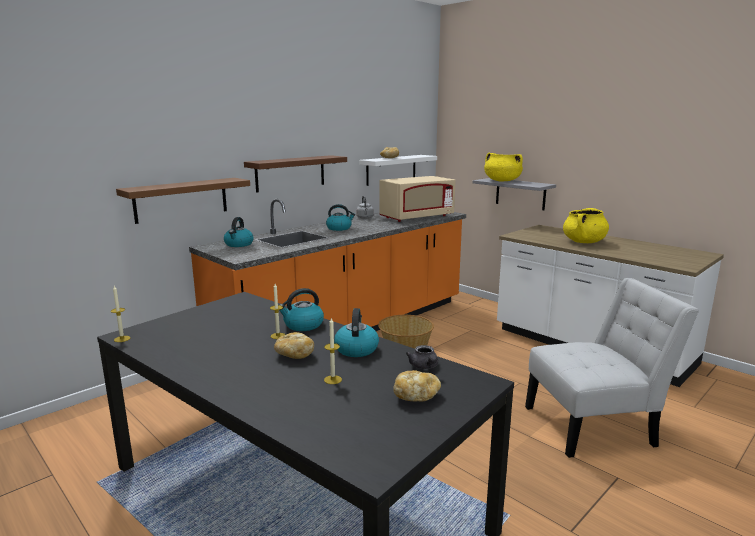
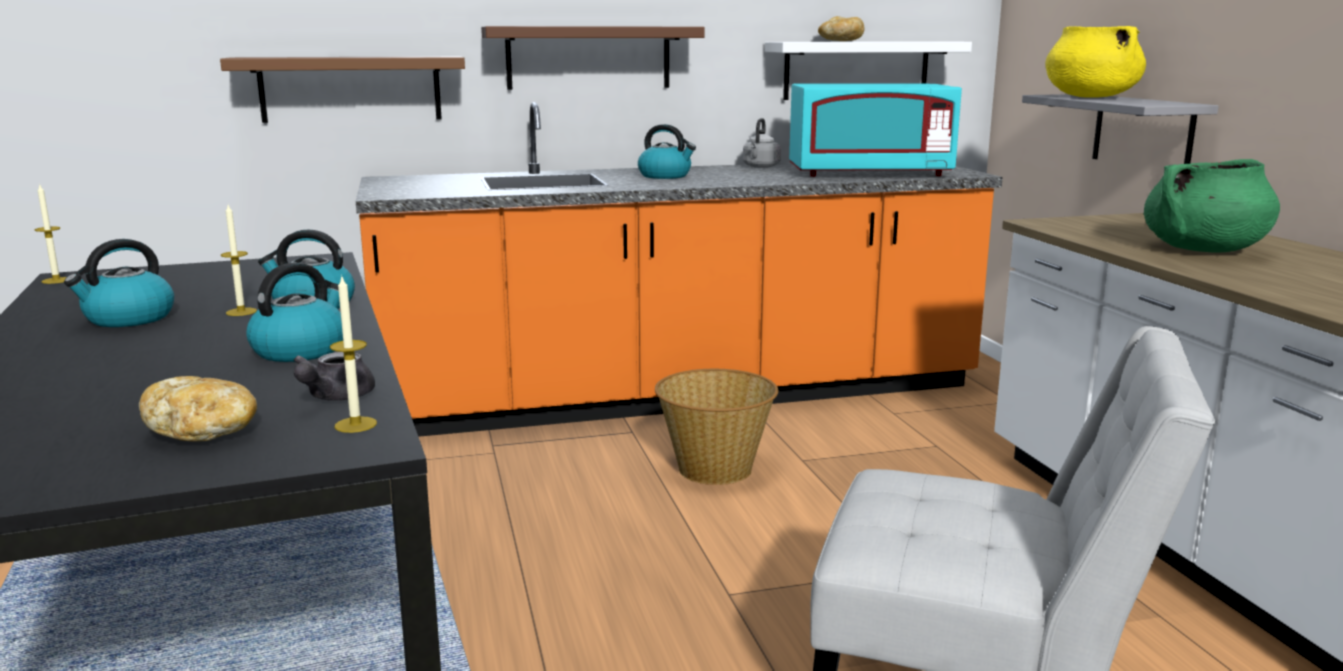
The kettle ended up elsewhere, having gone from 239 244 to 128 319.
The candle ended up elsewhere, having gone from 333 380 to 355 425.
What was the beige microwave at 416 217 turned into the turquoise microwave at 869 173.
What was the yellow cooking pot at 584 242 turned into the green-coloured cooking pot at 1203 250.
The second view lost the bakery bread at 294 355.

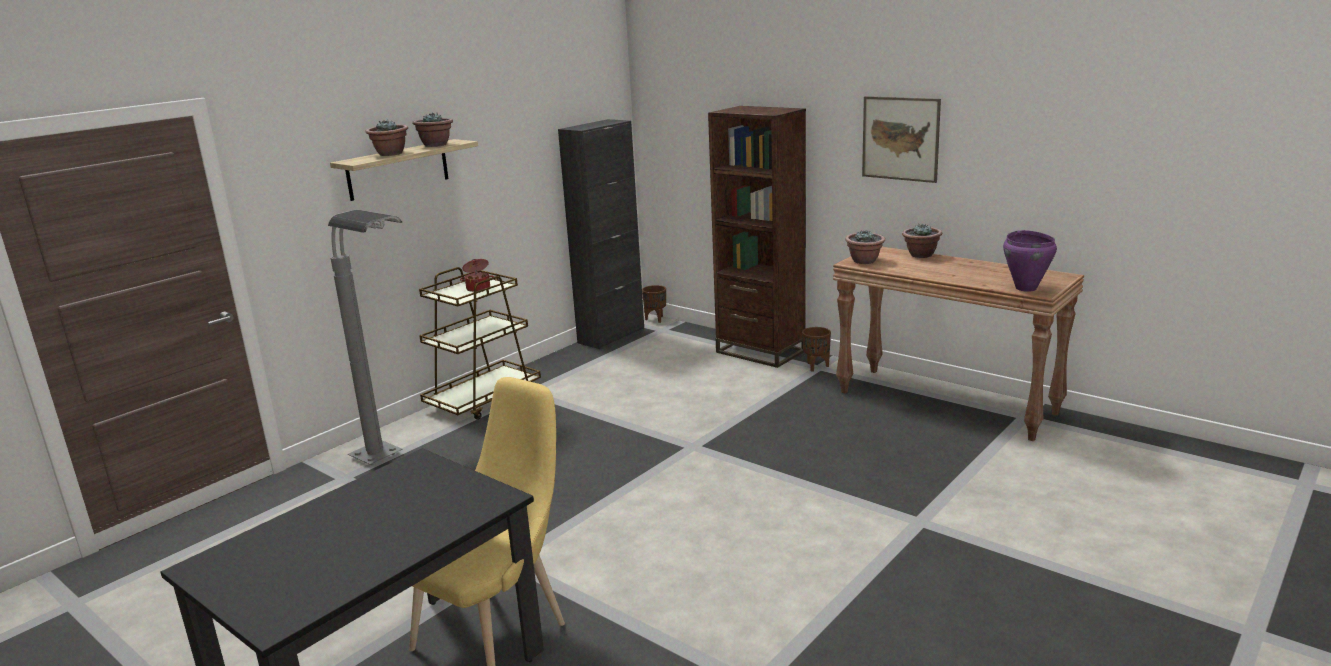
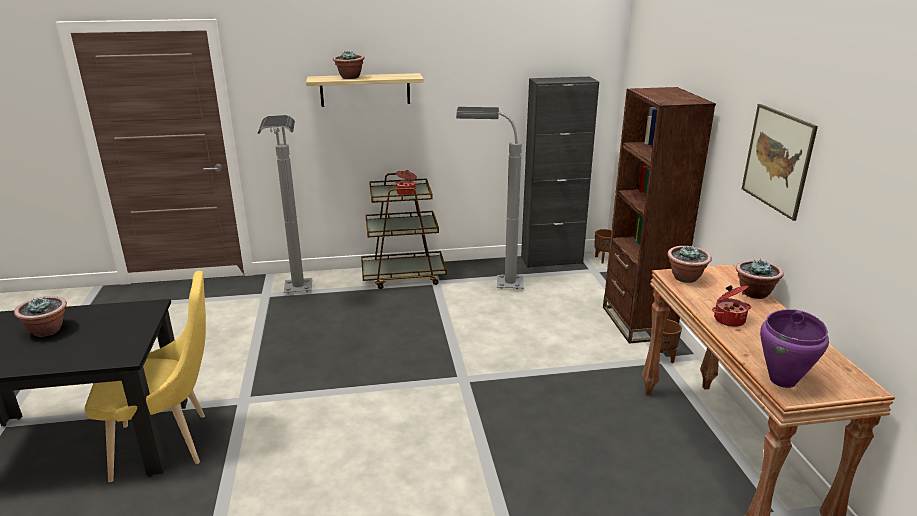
The potted plant ended up elsewhere, having gone from 435 145 to 48 330.
The second view gained the gray standing lamp at 490 284.
The second view gained the cooking pot at 728 319.

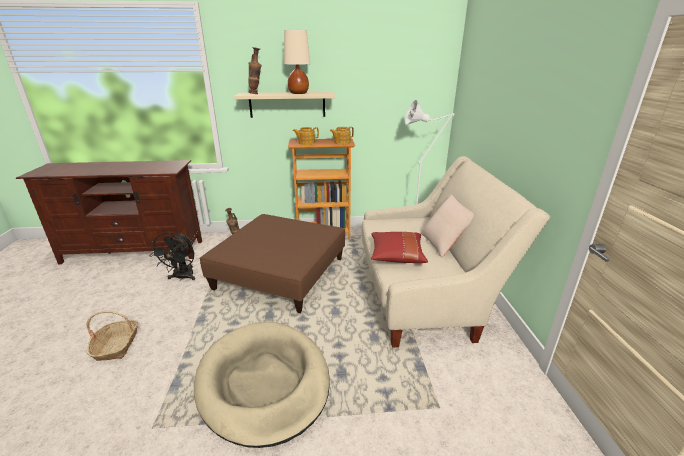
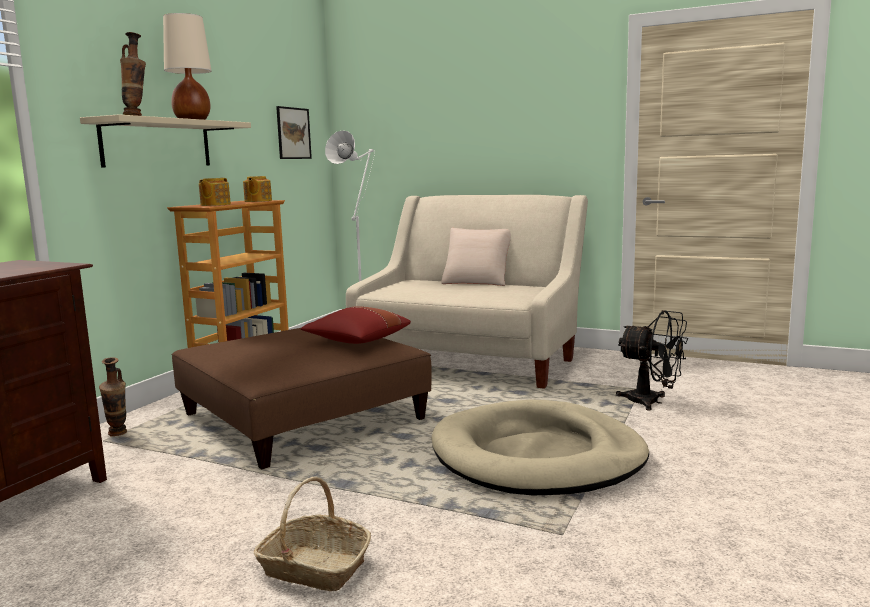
The second view gained the wall art at 293 133.
The red pillow ended up elsewhere, having gone from 396 256 to 356 341.
The blackish fan ended up elsewhere, having gone from 182 277 to 652 402.

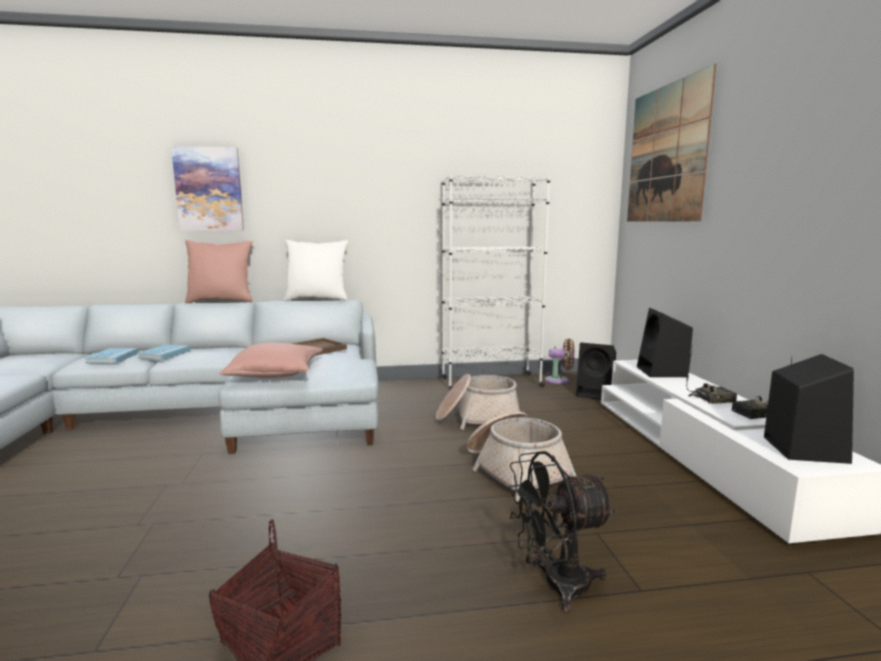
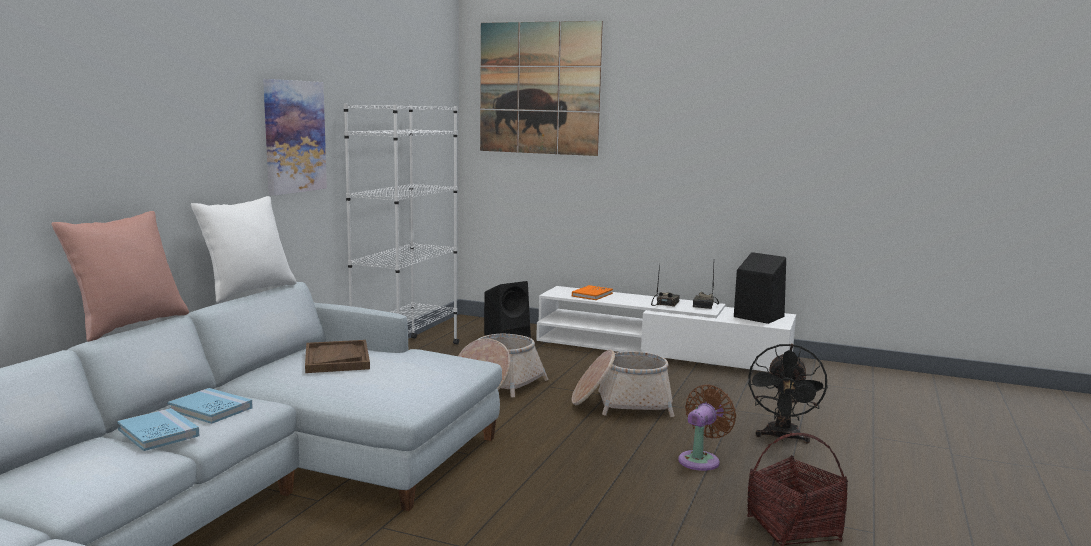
The bluish bound book ended up elsewhere, having gone from 113 358 to 210 409.
The wall art ended up elsewhere, having gone from 209 189 to 294 136.
Where the blackish speaker stood at 662 372, the orangey bound book came to stand at 592 295.
The brown fan ended up elsewhere, having gone from 559 380 to 701 460.
The second view lost the pinkish pillow at 276 373.

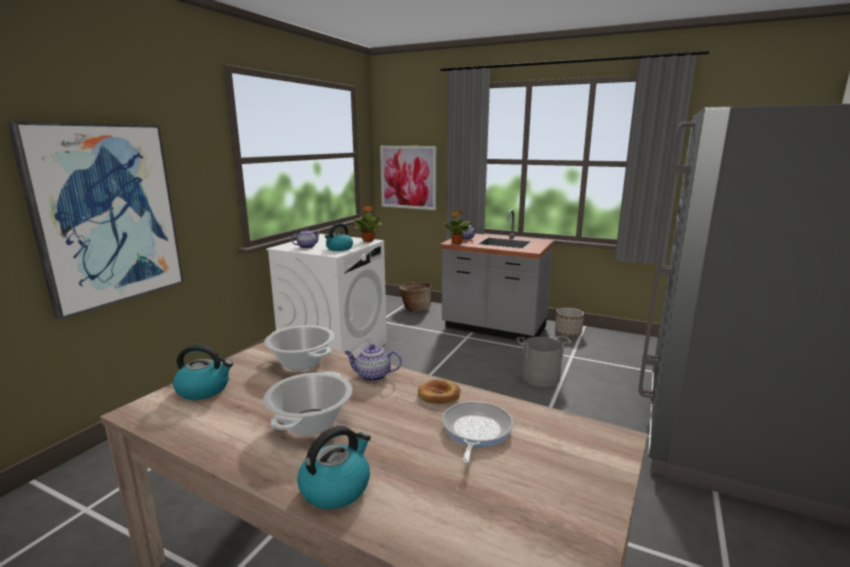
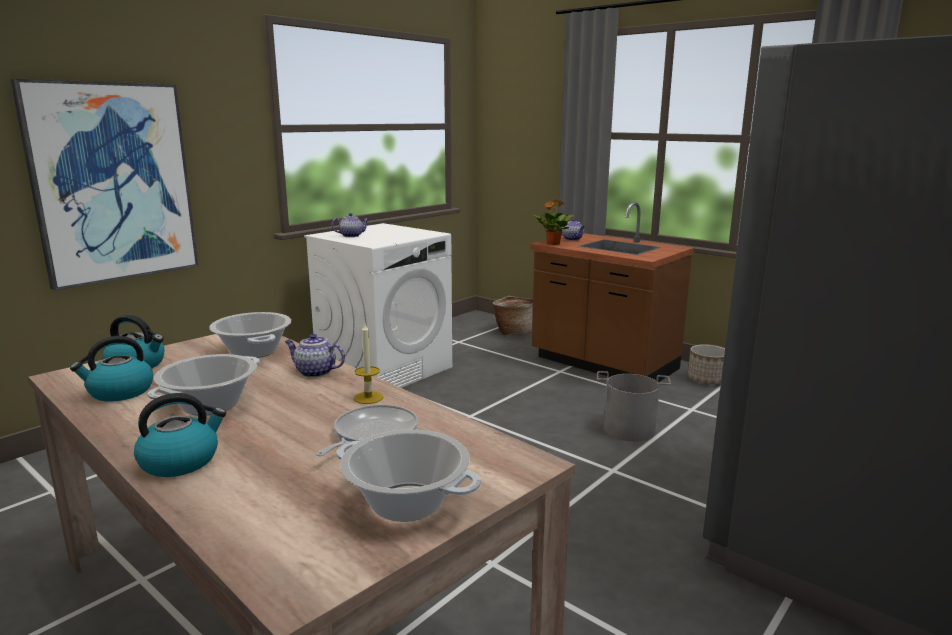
The kettle ended up elsewhere, having gone from 339 249 to 120 392.
The second view gained the cooking pot at 406 503.
Where the bakery bread stood at 439 395, the candle came to stand at 368 397.
What was the gray counter at 494 328 turned into the brown counter at 603 364.
The second view lost the potted plant at 368 241.
The second view lost the wall art at 408 177.

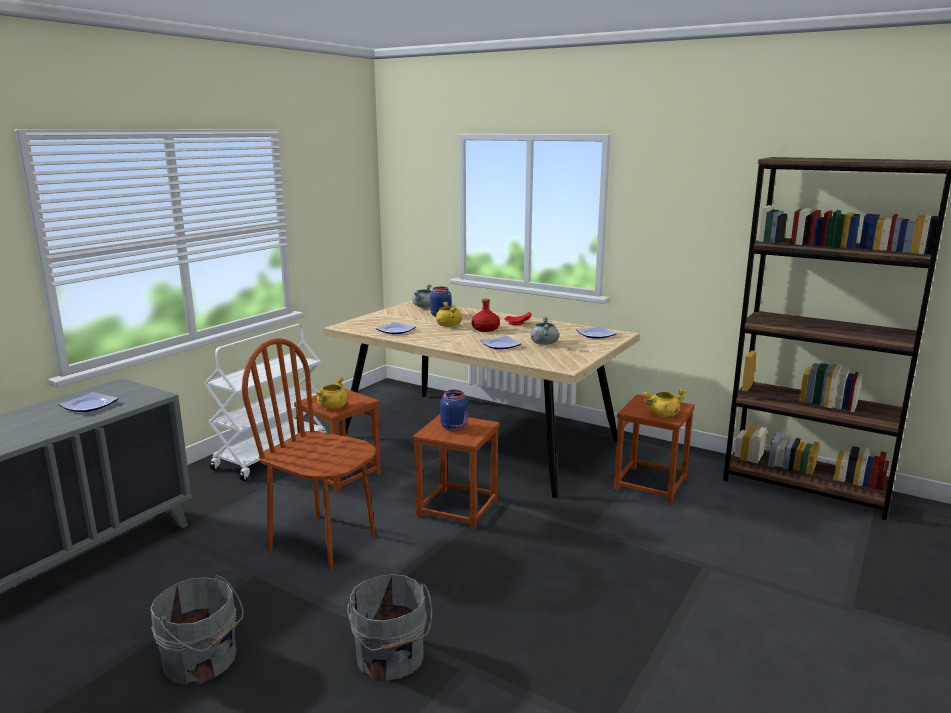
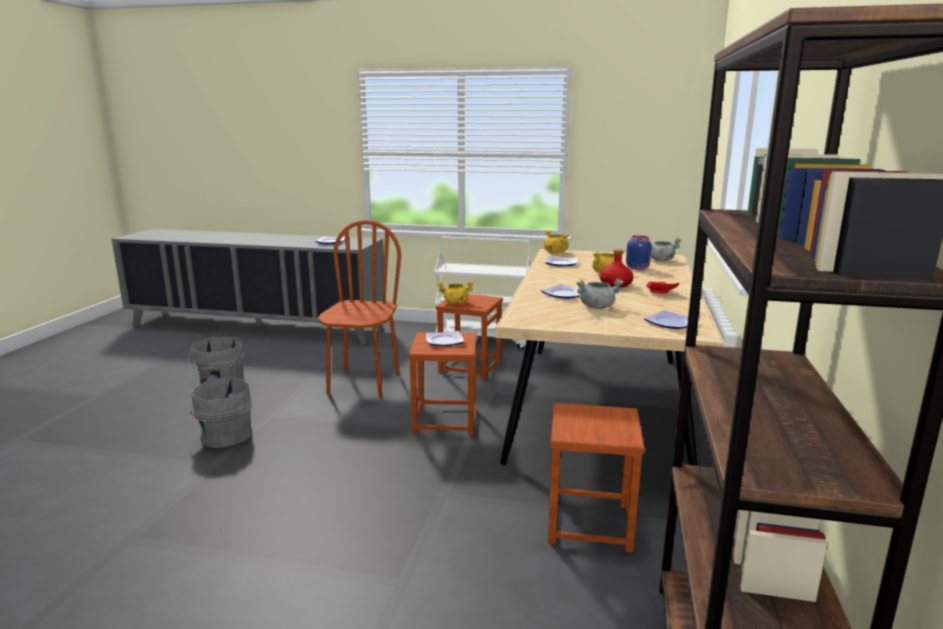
Where the bluish jar stood at 455 427, the dinner plate came to stand at 445 341.
The yellow cooking pot ended up elsewhere, having gone from 663 415 to 555 252.

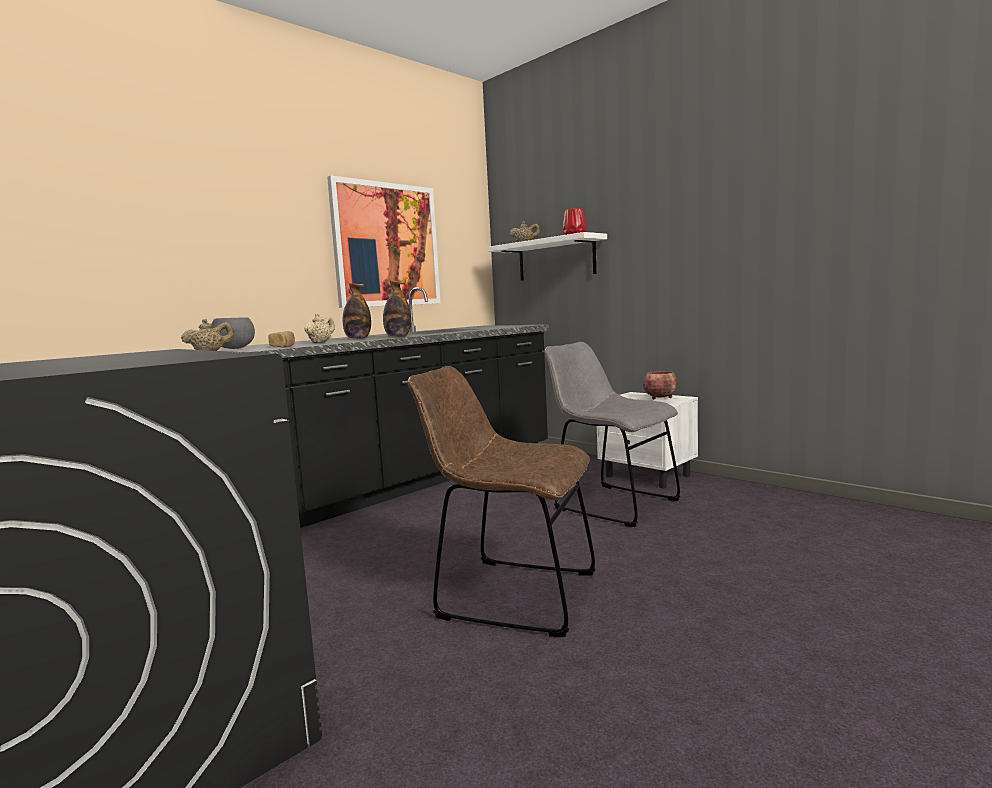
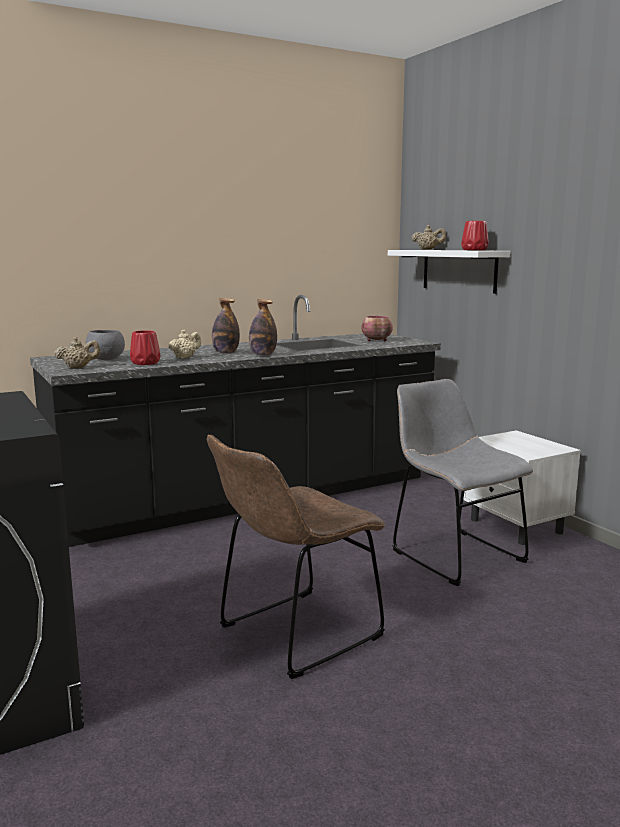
Where the bakery bread stood at 283 346, the red vase came to stand at 146 363.
The brown chair at 509 594 ended up facing another way, 75 degrees counterclockwise from before.
The bowl ended up elsewhere, having gone from 661 398 to 377 340.
The second view lost the wall art at 386 245.

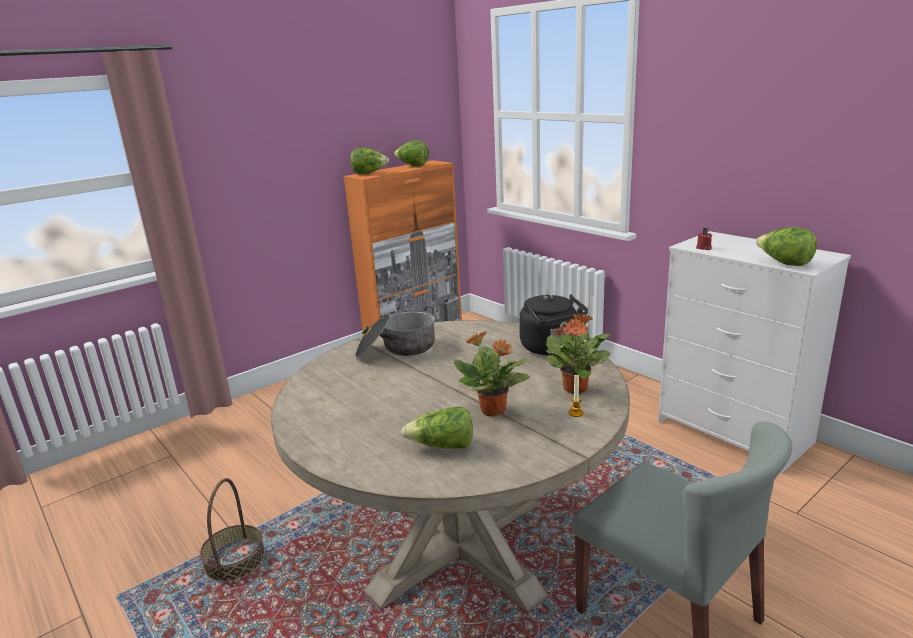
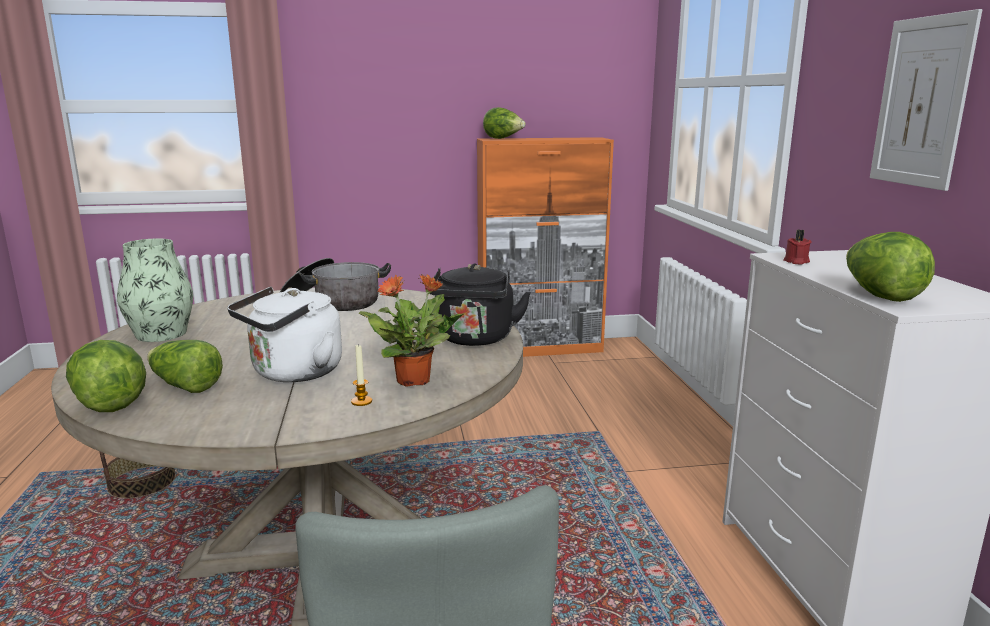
The lettuce head ended up elsewhere, having gone from 412 166 to 110 403.
The second view gained the vase at 161 334.
Where the potted plant stood at 493 411, the whitish kettle came to stand at 293 373.
The second view gained the wall art at 921 102.

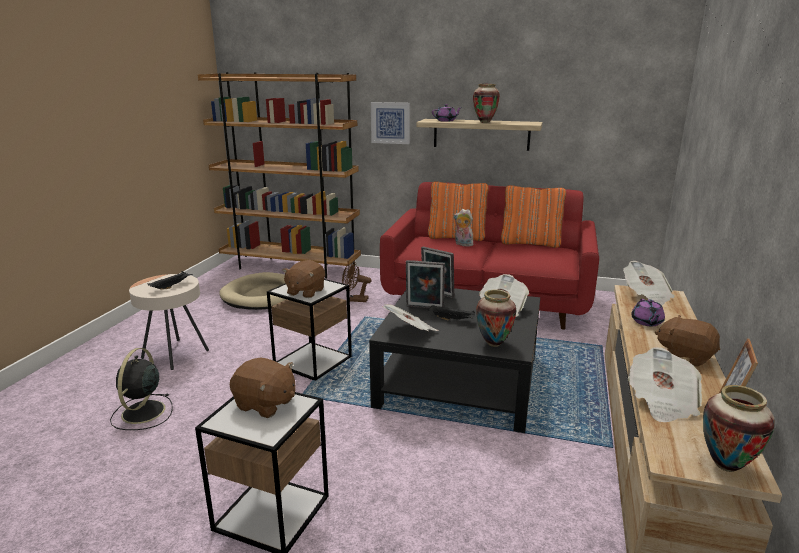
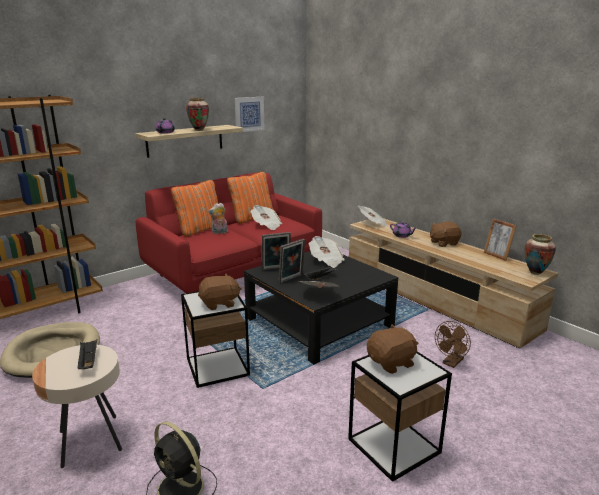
The brown cuddly toy at 305 292 ended up facing another way, 75 degrees counterclockwise from before.
The wall art ended up elsewhere, having gone from 390 123 to 249 114.
The daily paper ended up elsewhere, having gone from 661 402 to 266 225.
The brown fan ended up elsewhere, having gone from 355 300 to 451 363.
The second view lost the vase at 493 344.

